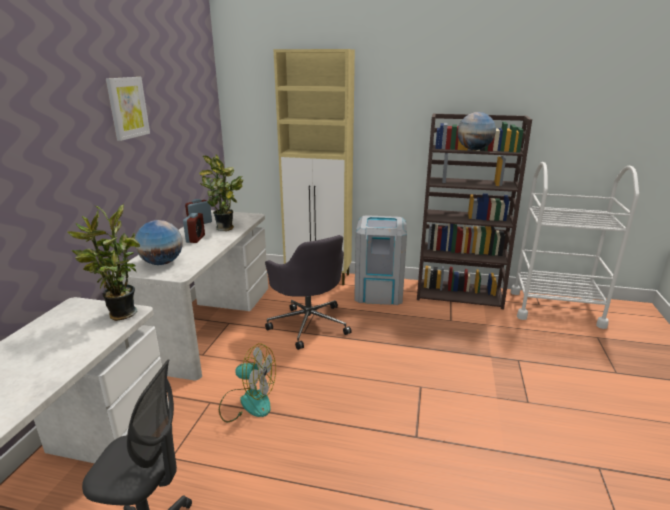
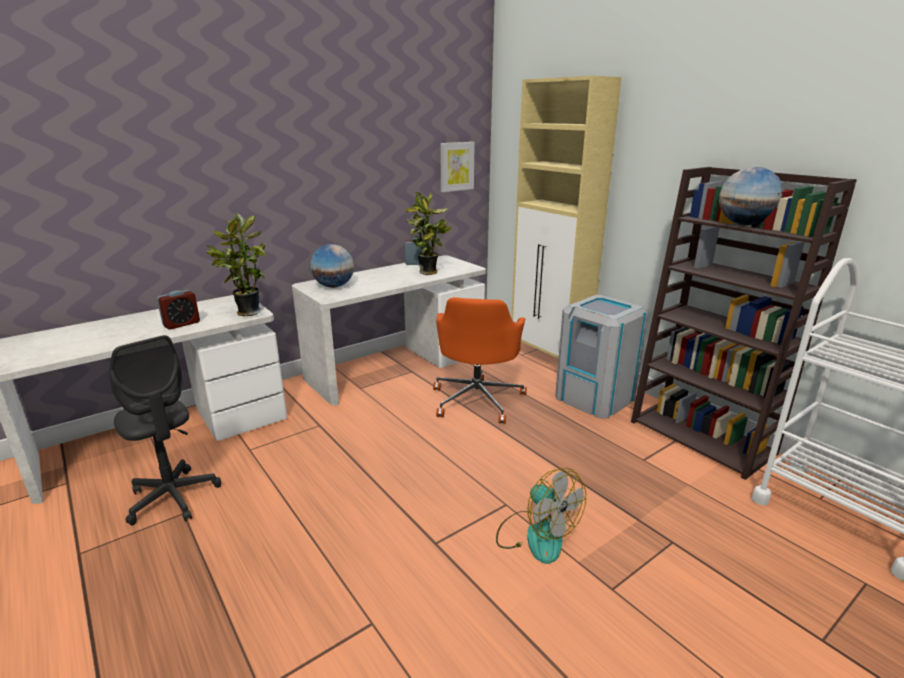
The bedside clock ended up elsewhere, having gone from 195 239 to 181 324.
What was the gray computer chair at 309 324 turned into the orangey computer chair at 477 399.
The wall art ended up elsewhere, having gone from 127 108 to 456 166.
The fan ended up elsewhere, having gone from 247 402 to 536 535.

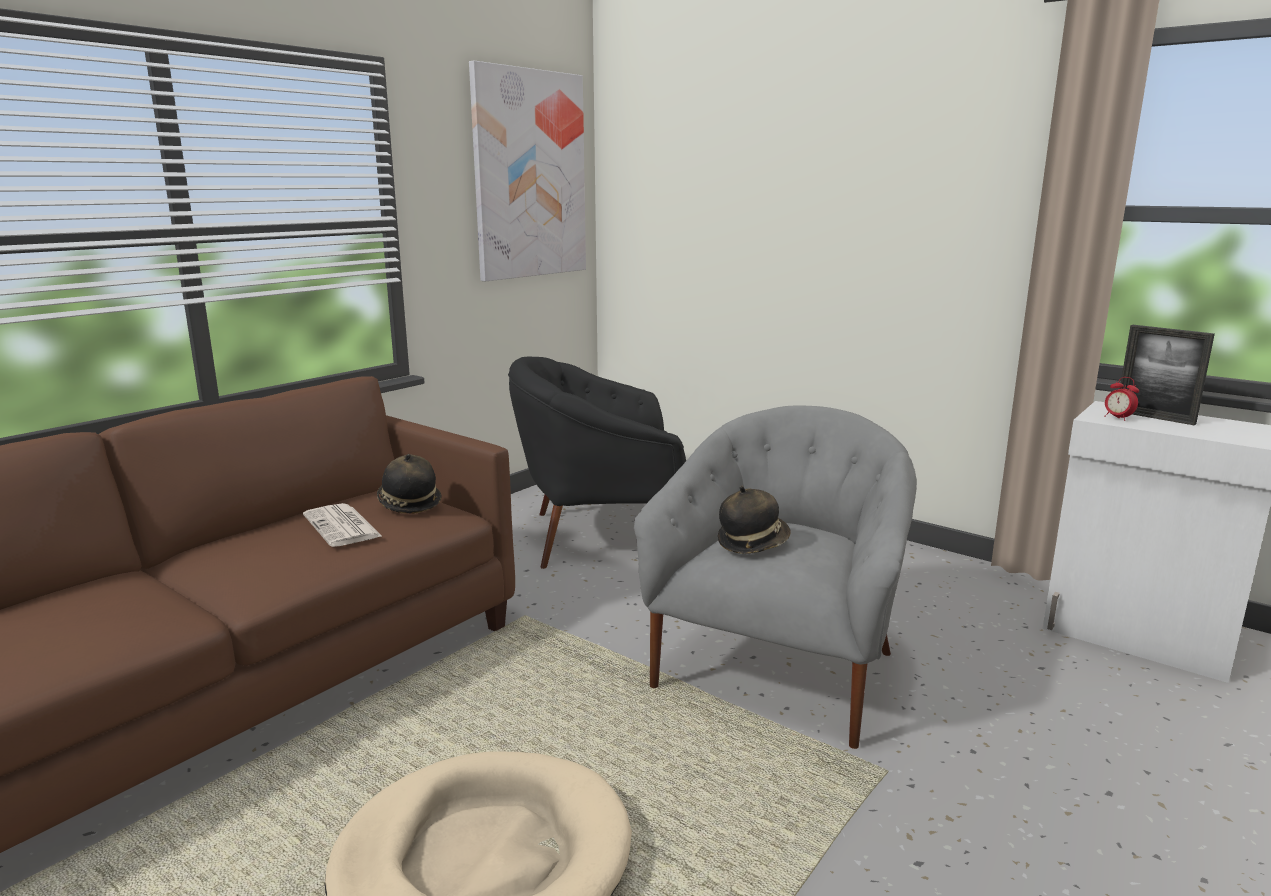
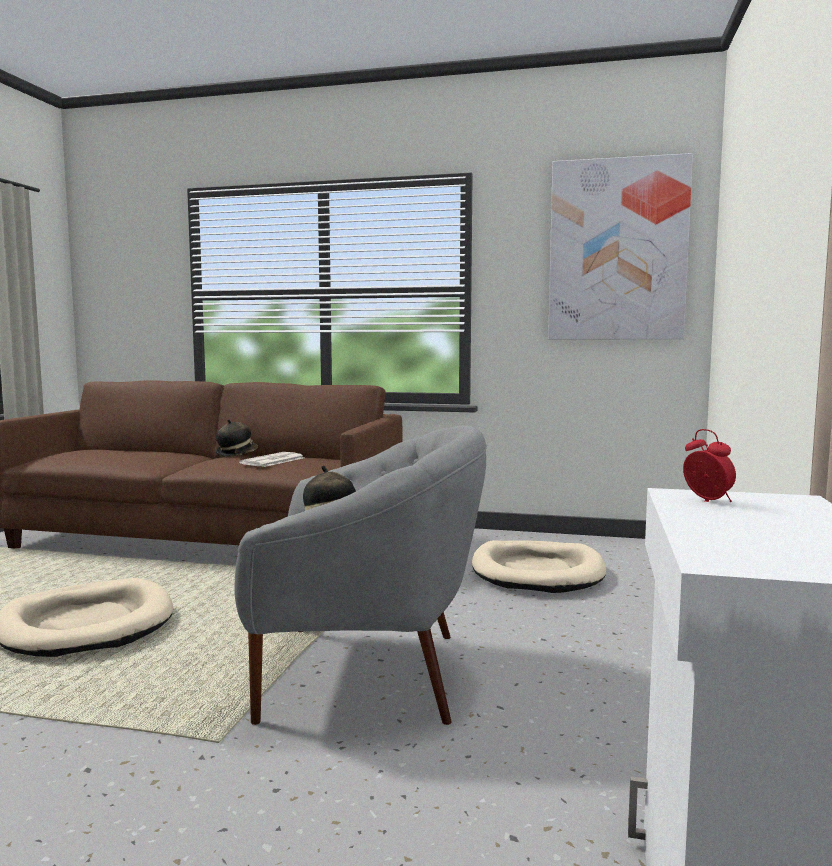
The hat ended up elsewhere, having gone from 409 503 to 237 454.
Where the blackish lounge chair stood at 602 536, the beige dog cushion came to stand at 537 572.
The bedside clock at 1117 418 ended up facing another way, 120 degrees clockwise from before.
The second view lost the photo frame at 1154 417.

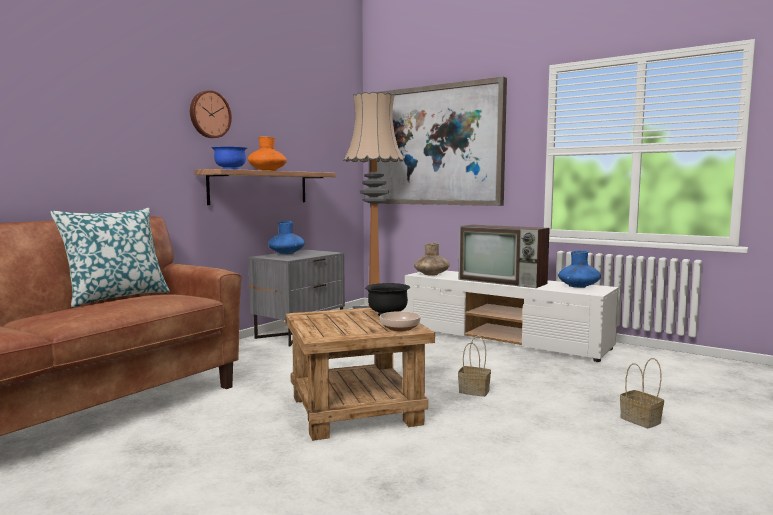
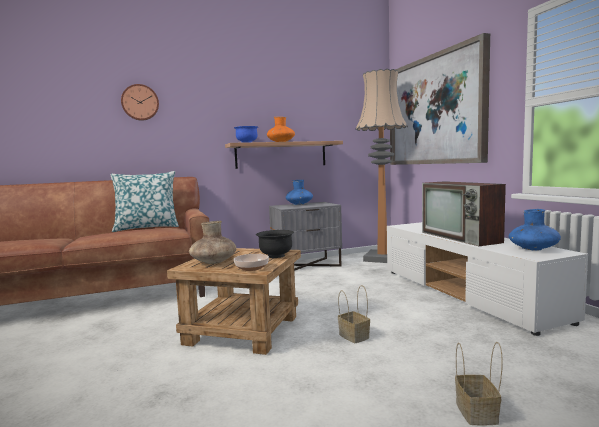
The hanging clock ended up elsewhere, having gone from 209 114 to 140 102.
The brown vase ended up elsewhere, having gone from 431 274 to 213 262.

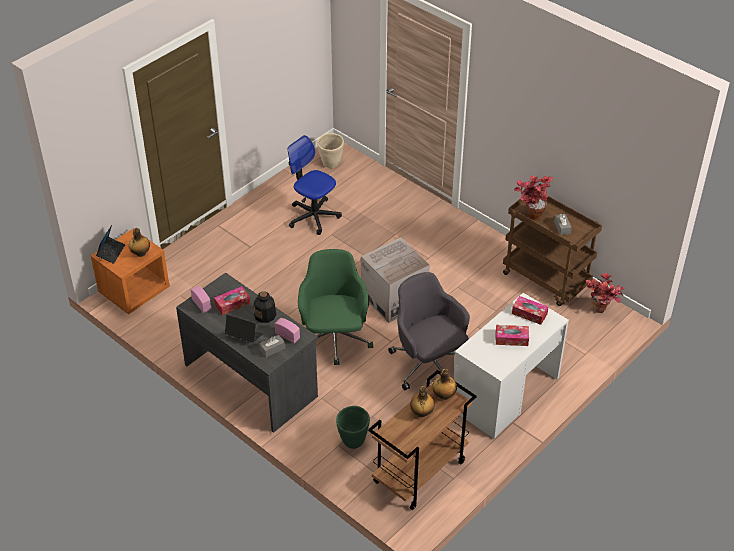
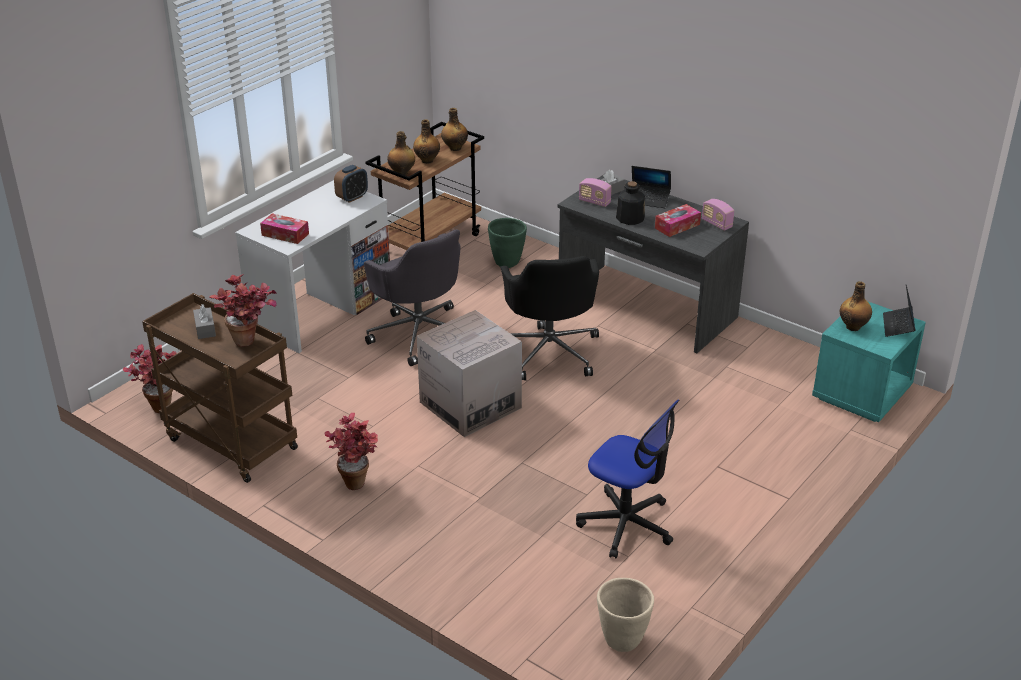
The second view gained the potted plant at 355 479.
The second view gained the bedside clock at 352 197.
The second view gained the beverage bottle at 455 148.
What was the green-coloured computer chair at 334 340 turned into the blackish computer chair at 549 352.
What was the orangey night table at 134 291 turned into the turquoise night table at 861 394.
The second view lost the tissue box at 511 339.

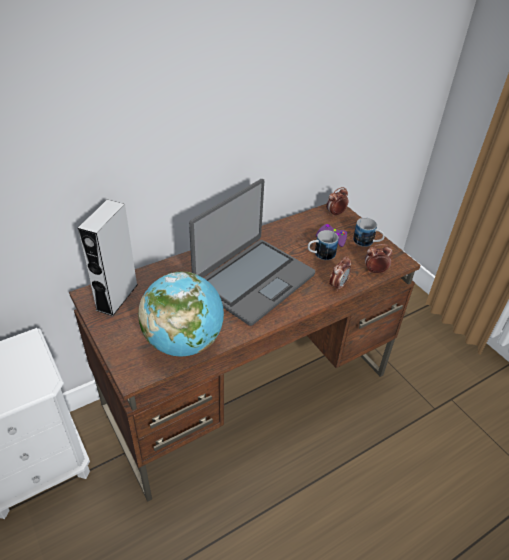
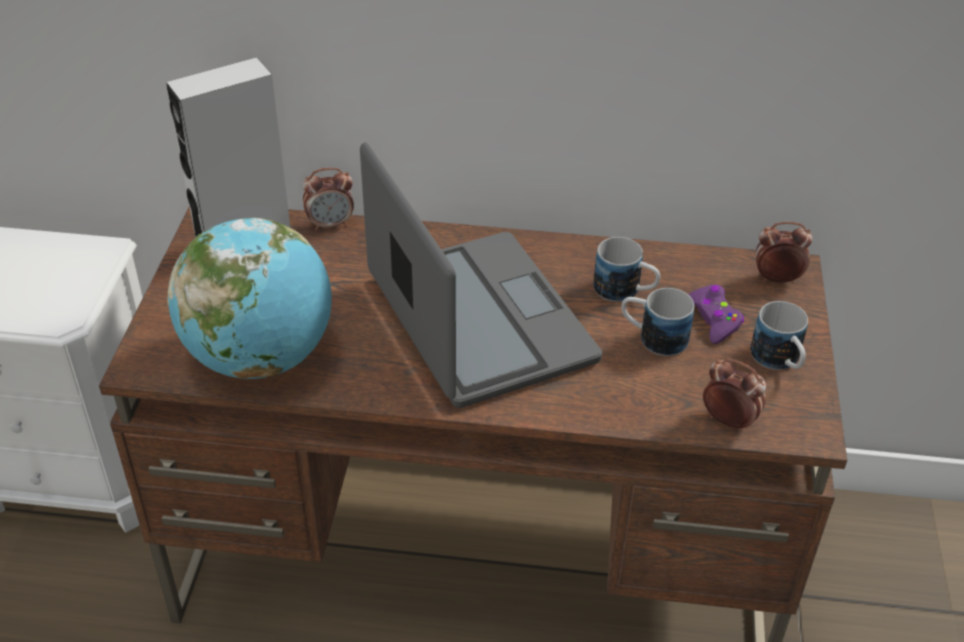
The bedside clock ended up elsewhere, having gone from 338 285 to 330 224.
The laptop at 253 280 ended up facing another way, 105 degrees counterclockwise from before.
The second view gained the tea mug at 625 291.

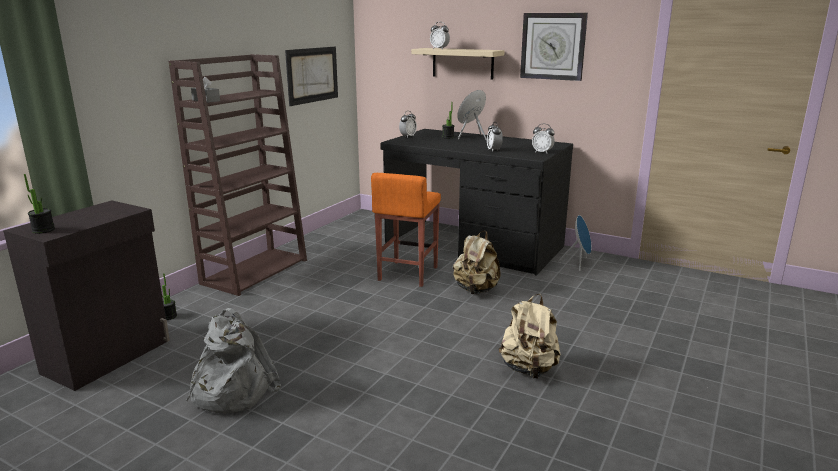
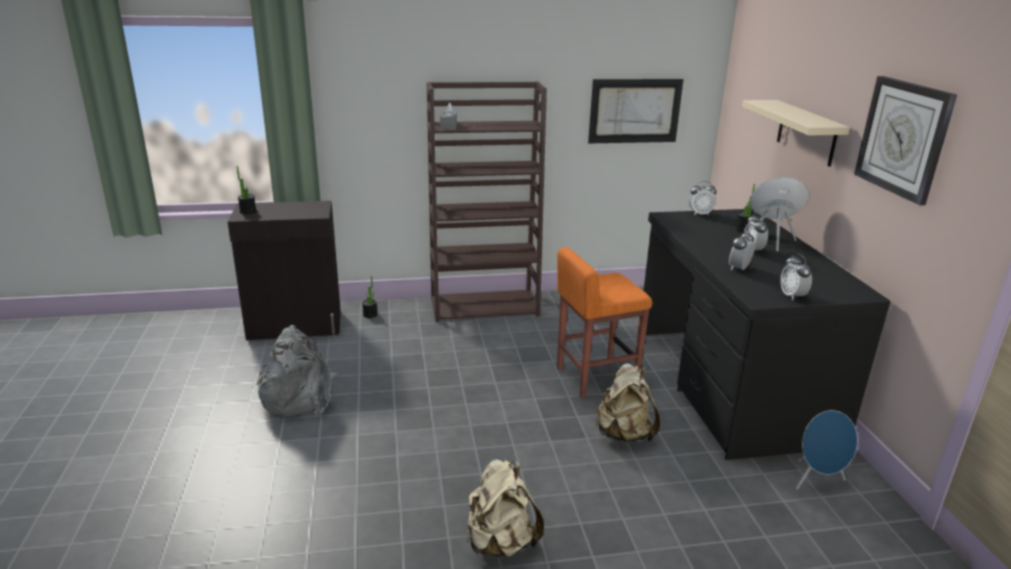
The bedside clock ended up elsewhere, having gone from 439 49 to 752 250.

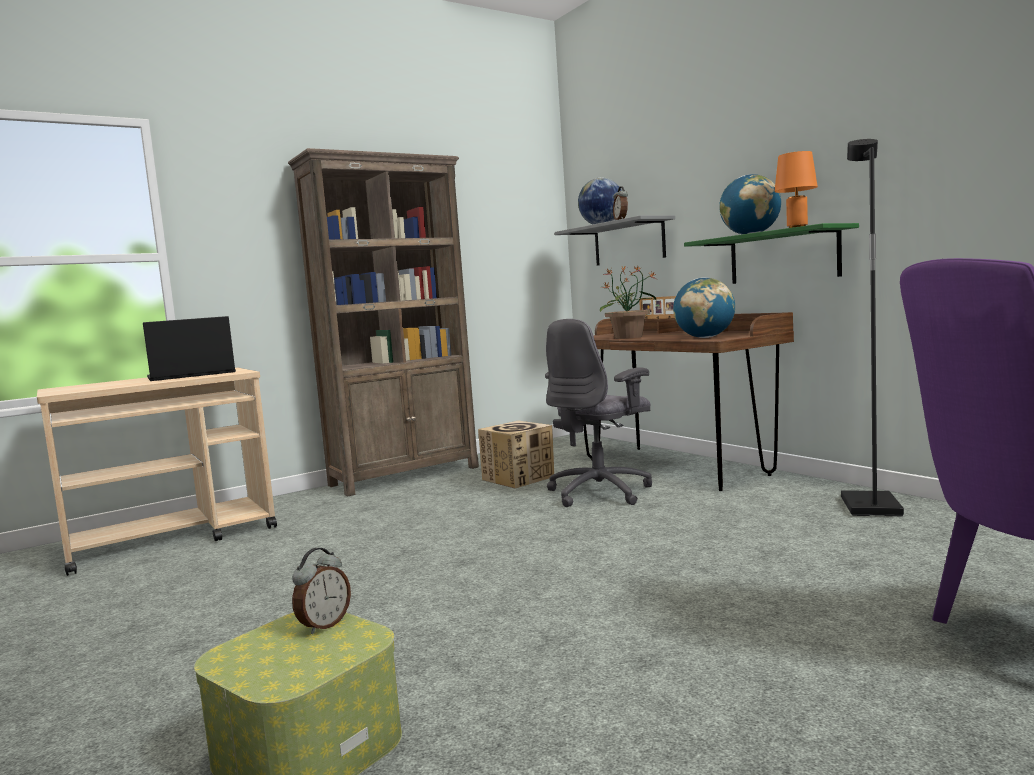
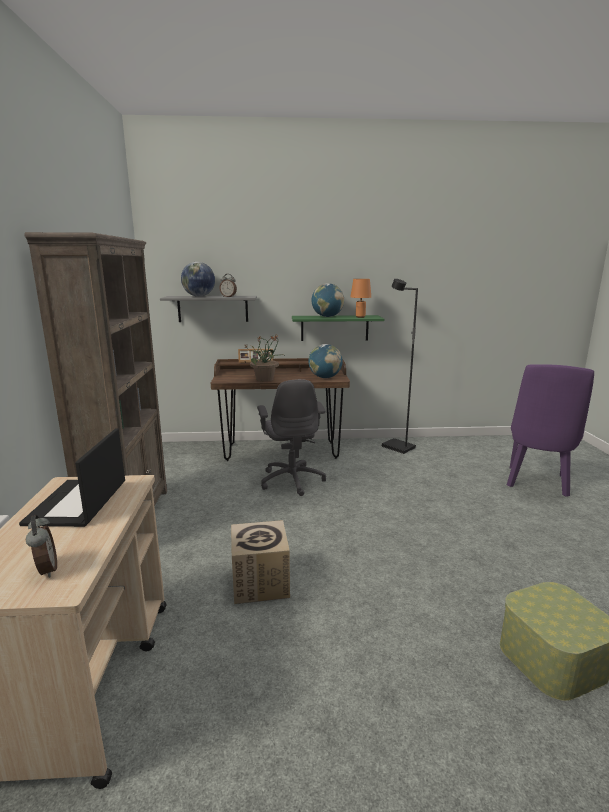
The bedside clock ended up elsewhere, having gone from 324 625 to 46 570.
The packing box ended up elsewhere, having gone from 518 478 to 260 582.

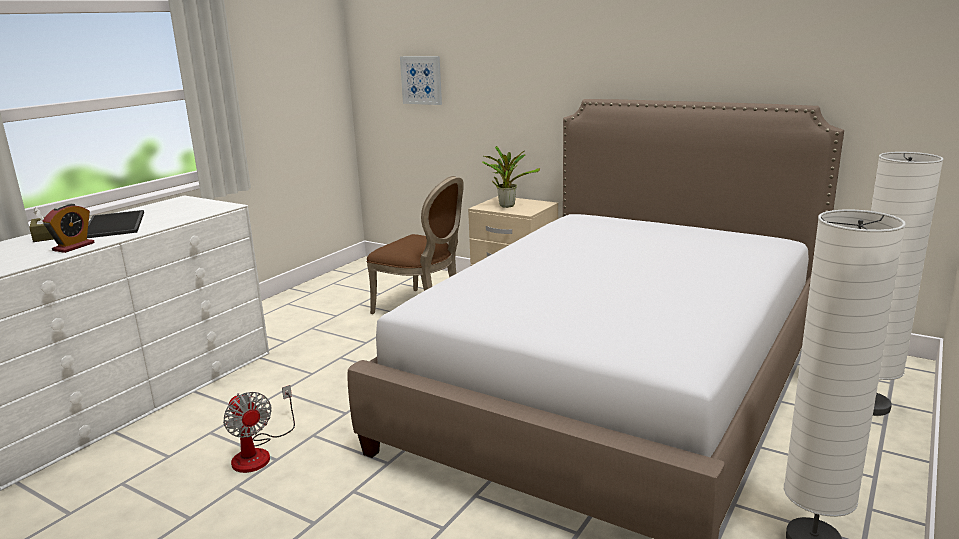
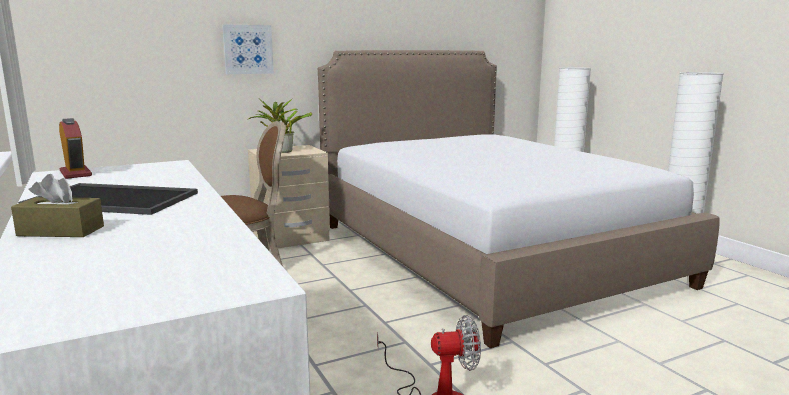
The bedside clock ended up elsewhere, having gone from 73 247 to 75 173.
The wall art ended up elsewhere, having gone from 421 80 to 248 49.

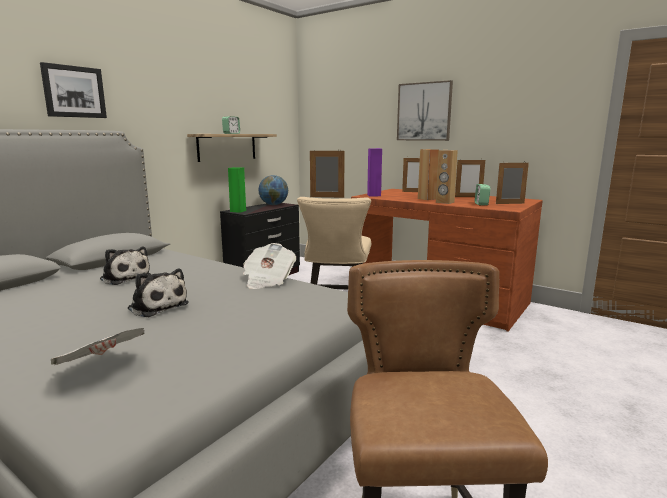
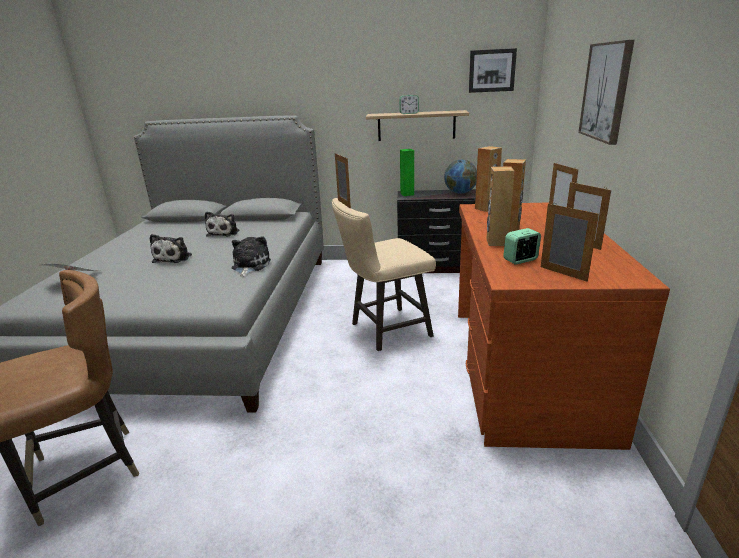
Where the daily paper stood at 268 280, the cuddly toy came to stand at 249 266.
The wall art ended up elsewhere, having gone from 74 92 to 491 70.
What was the purplish speaker at 374 195 turned into the brown speaker at 486 208.

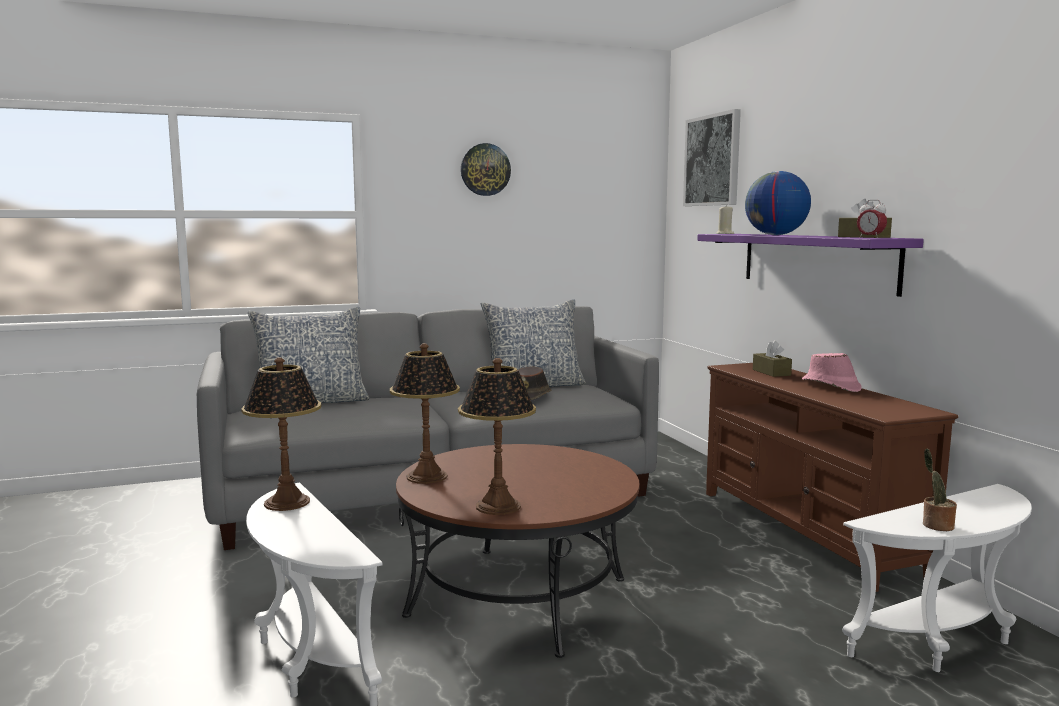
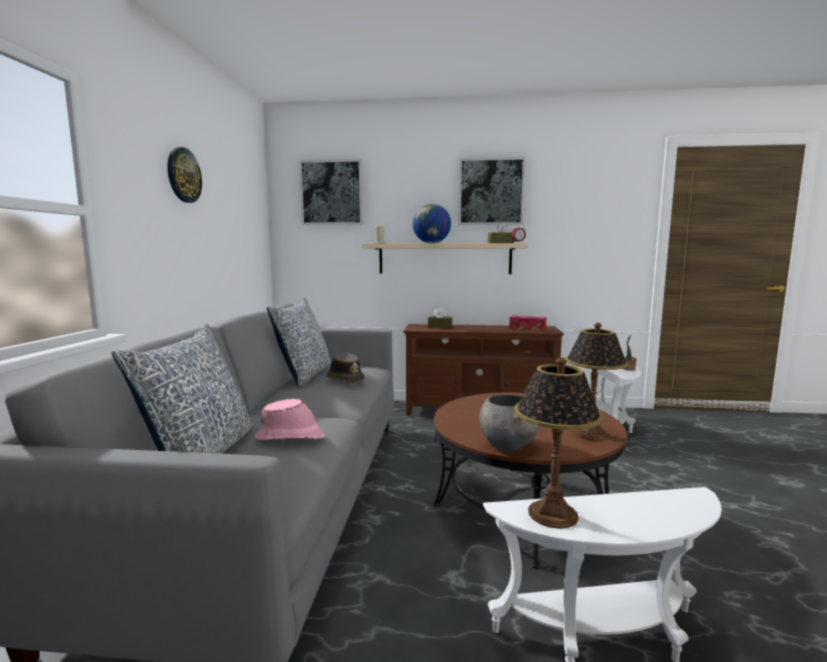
The pinkish hat ended up elsewhere, having gone from 831 386 to 291 437.
What was the purplish shelf at 815 261 turned into the beige shelf at 444 259.
The second view gained the wall art at 491 192.
Where the table lamp stood at 427 477, the gray bowl came to stand at 508 445.
The second view gained the tissue box at 527 328.

